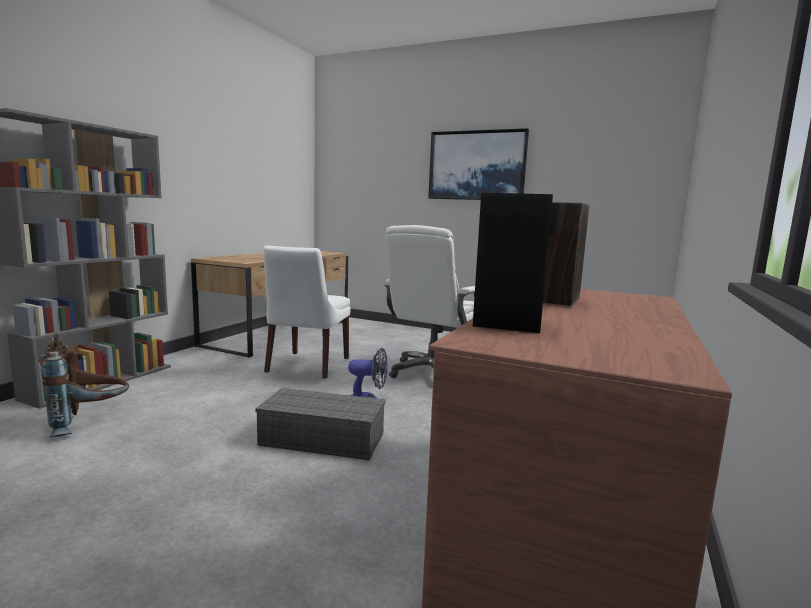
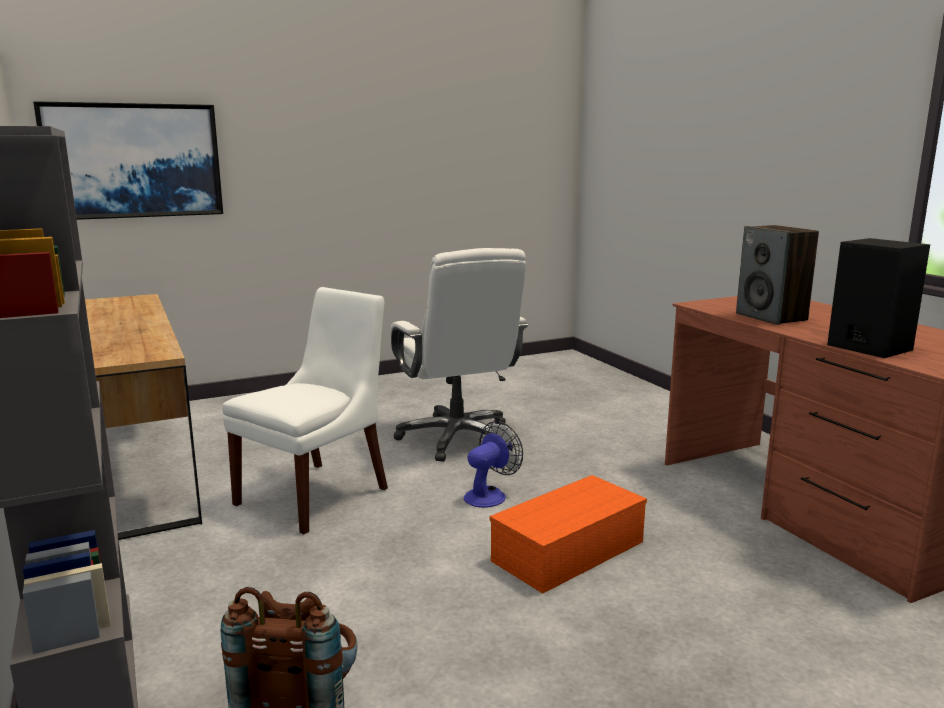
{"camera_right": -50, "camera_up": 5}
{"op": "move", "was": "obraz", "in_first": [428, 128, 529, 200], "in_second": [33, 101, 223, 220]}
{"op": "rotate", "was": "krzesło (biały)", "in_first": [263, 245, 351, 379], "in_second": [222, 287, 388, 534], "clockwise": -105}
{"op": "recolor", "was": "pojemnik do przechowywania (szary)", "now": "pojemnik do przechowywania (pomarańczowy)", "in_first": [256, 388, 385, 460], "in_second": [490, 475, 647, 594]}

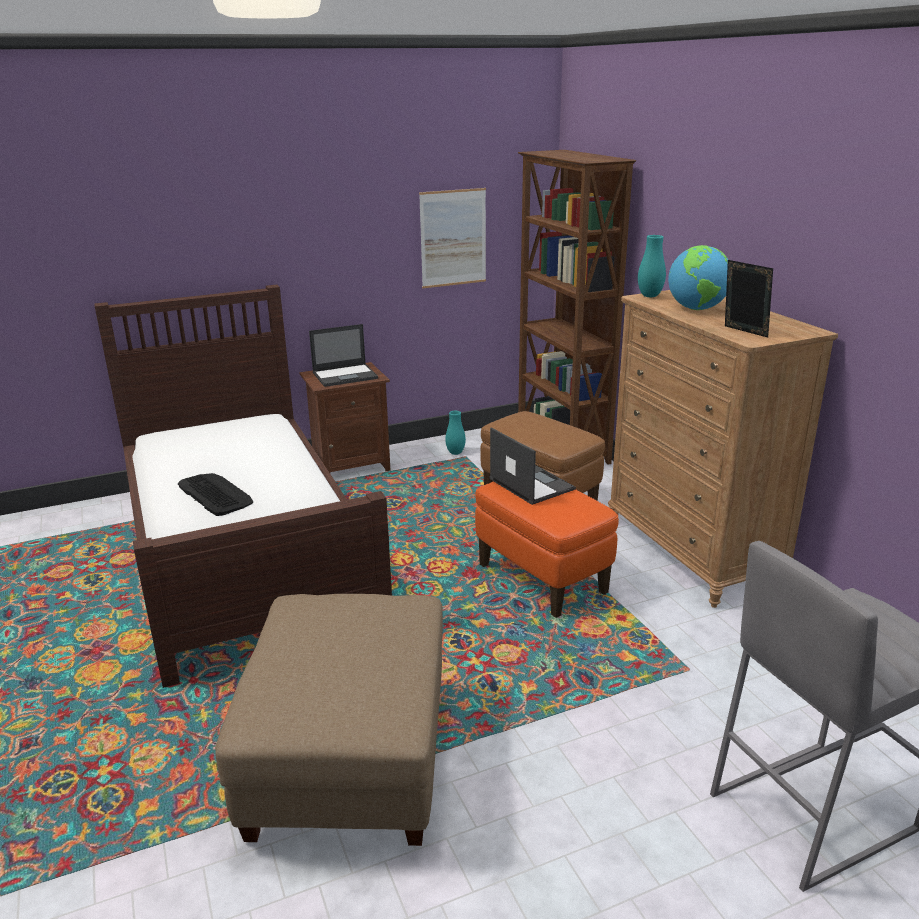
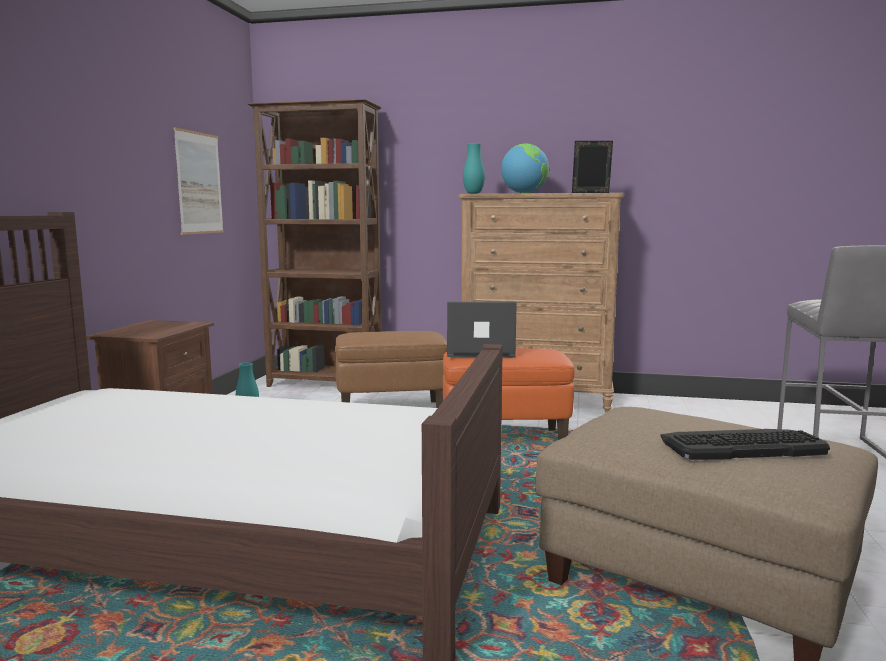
{"camera_right": -55, "camera_up": -15}
{"op": "move", "was": "klawiatura", "in_first": [178, 473, 253, 516], "in_second": [661, 429, 830, 460]}
{"op": "delete", "was": "laptop", "in_first": [309, 324, 378, 387]}

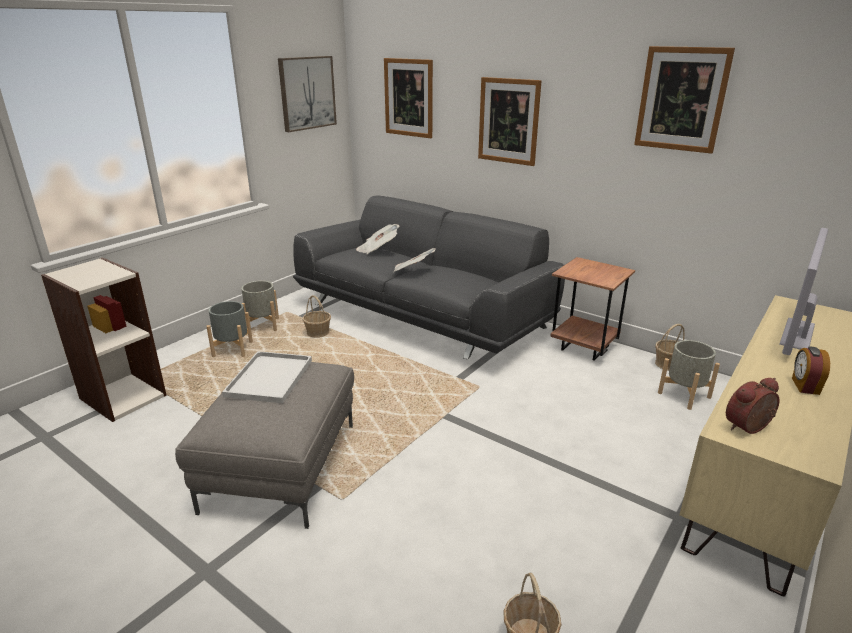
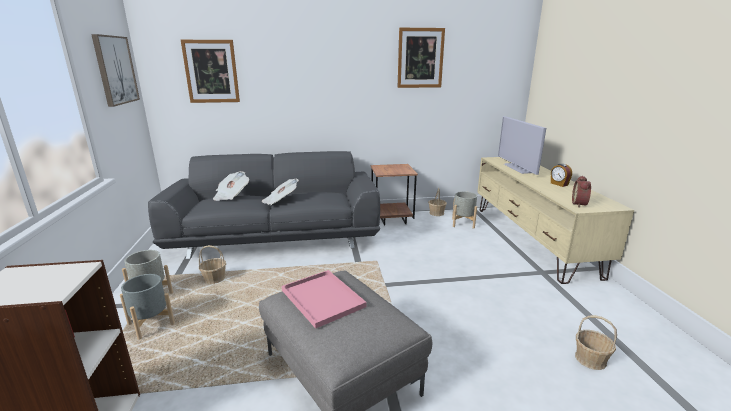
{"camera_right": -45, "camera_up": -5}
{"op": "recolor", "was": "taca (biały)", "now": "taca (różowy)", "in_first": [222, 351, 312, 403], "in_second": [282, 270, 367, 329]}
{"op": "delete", "was": "obraz", "in_first": [478, 77, 542, 166]}

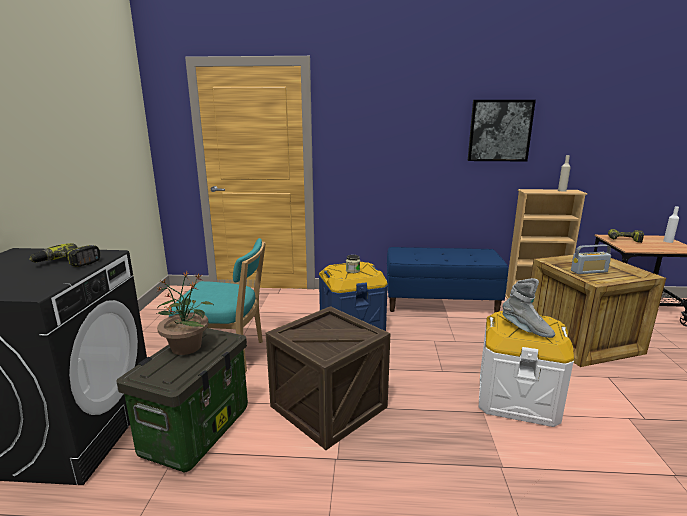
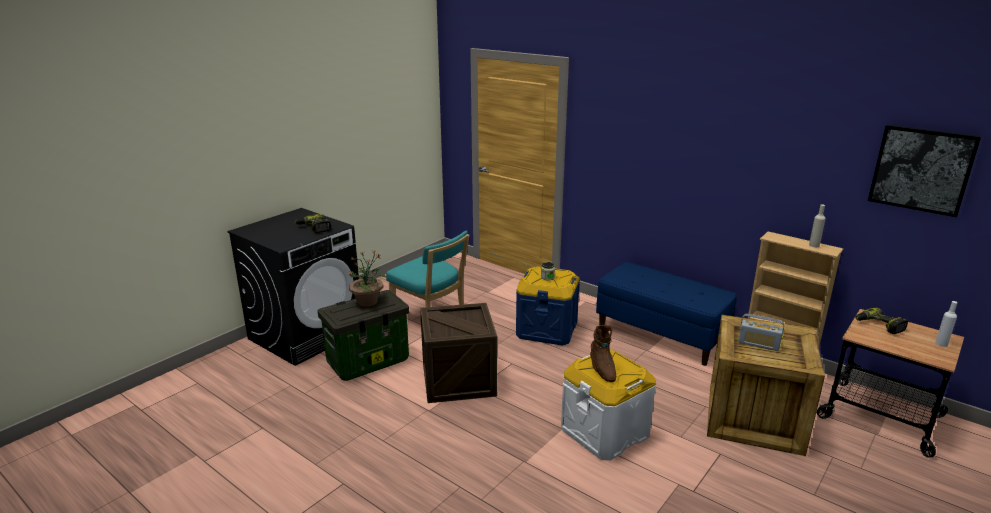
{"camera_right": 35, "camera_up": 5}
{"op": "recolor", "was": "but z cholewką (szary)", "now": "but z cholewką (brązowy)", "in_first": [503, 278, 555, 338], "in_second": [590, 325, 616, 382]}
{"op": "move", "was": "obraz", "in_first": [468, 100, 536, 161], "in_second": [868, 125, 981, 217]}

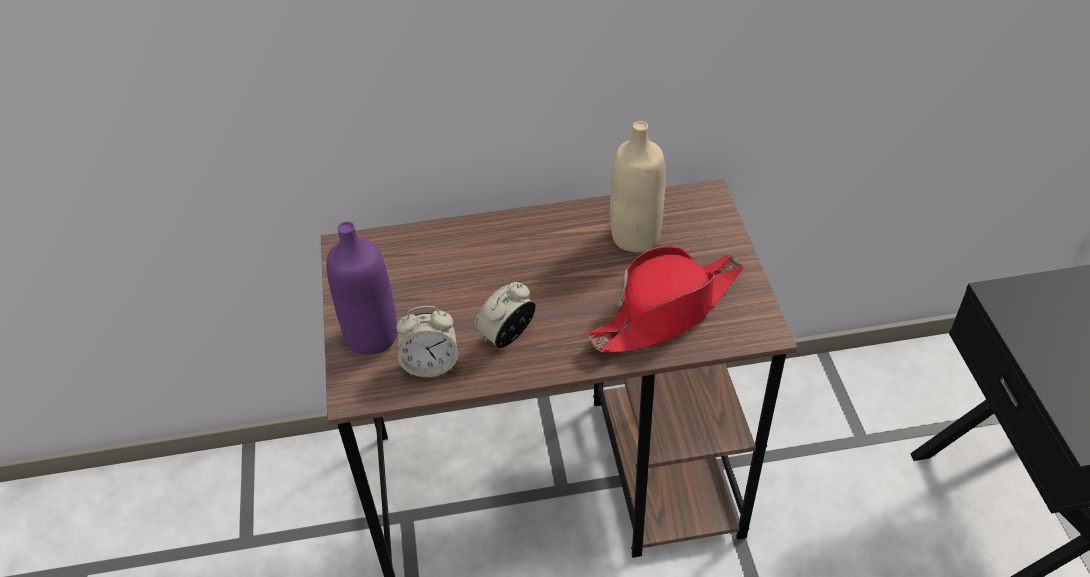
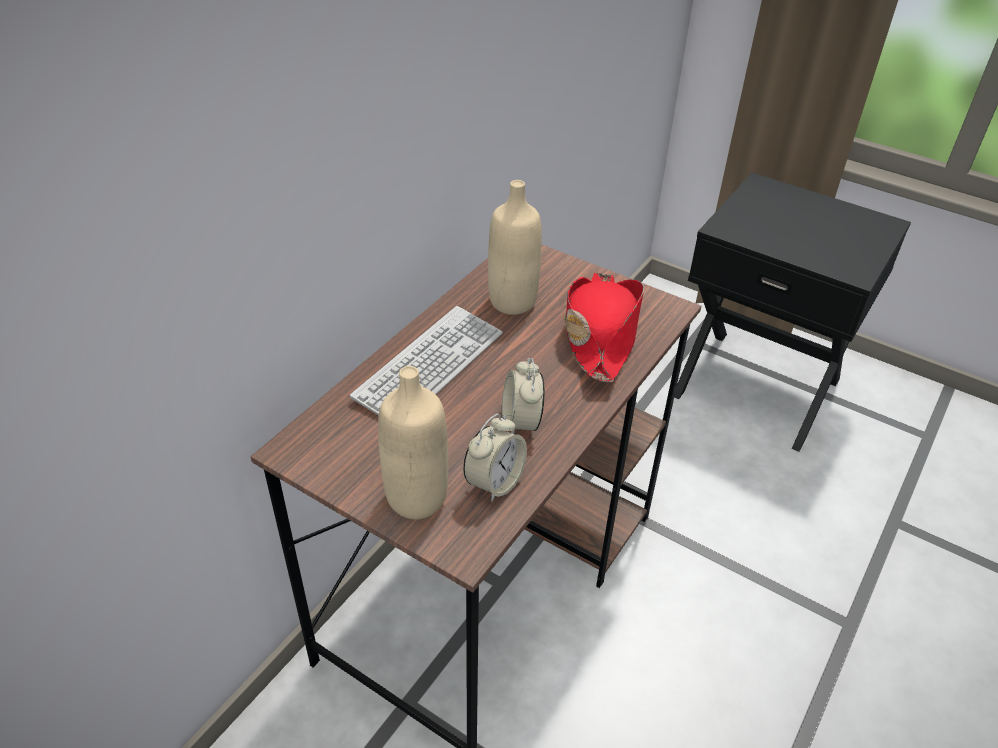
{"camera_right": -50, "camera_up": -5}
{"op": "insert", "now": "klawiatura", "in_second": [350, 306, 502, 415]}
{"op": "recolor", "was": "butelka (fioletowy)", "now": "butelka (beżowy)", "in_first": [327, 222, 397, 355], "in_second": [378, 366, 448, 519]}

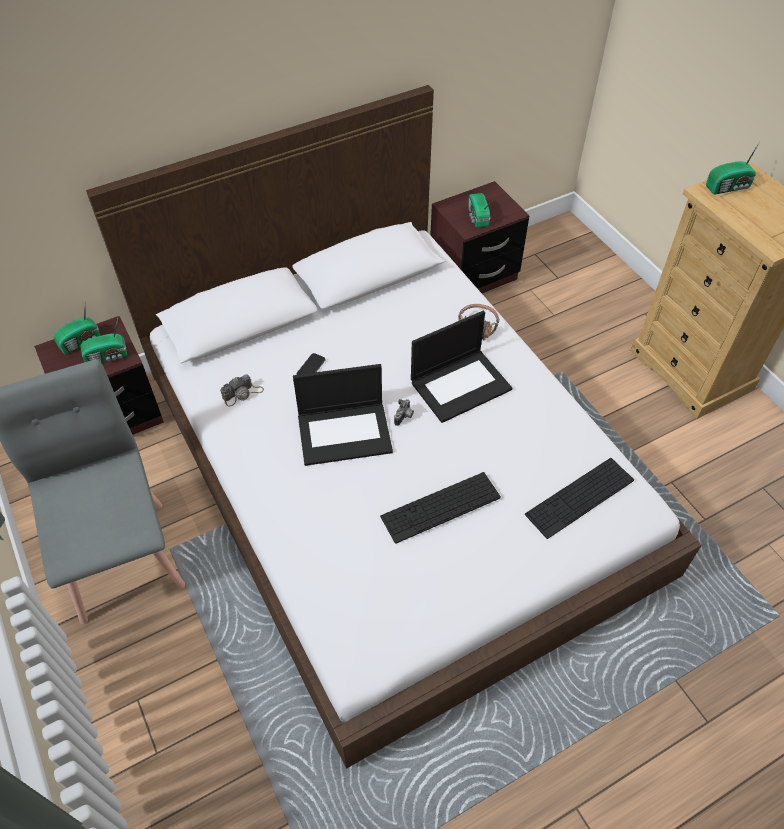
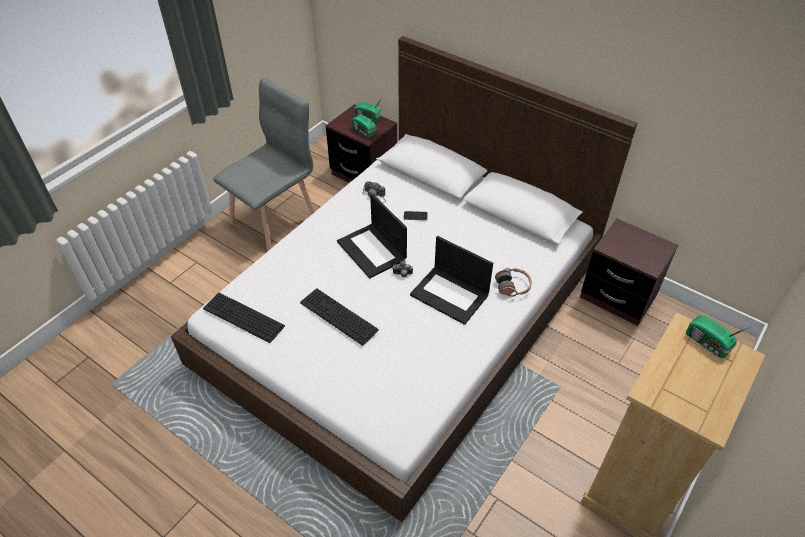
{"camera_right": 65, "camera_up": -5}
{"op": "move", "was": "klawiatura", "in_first": [525, 458, 634, 539], "in_second": [203, 293, 285, 343]}
{"op": "delete", "was": "radio", "in_first": [468, 193, 493, 228]}

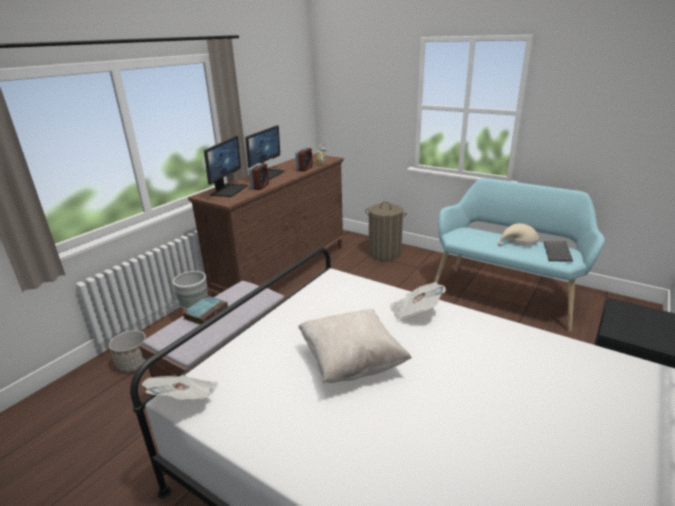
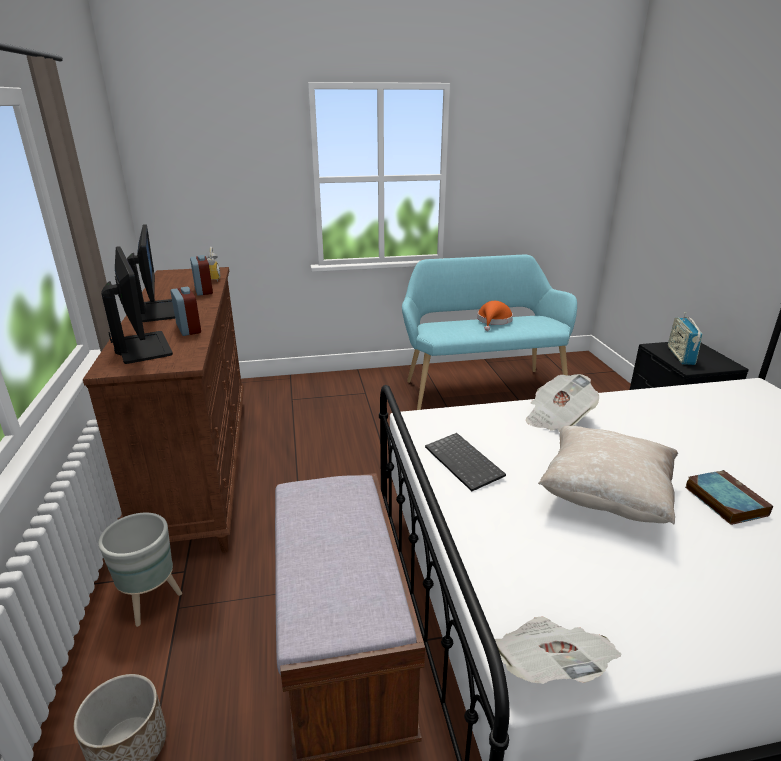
{"camera_right": -45, "camera_up": 0}
{"op": "move", "was": "klawiatura", "in_first": [544, 241, 573, 262], "in_second": [425, 433, 506, 491]}
{"op": "recolor", "was": "kapelusz (beżowy)", "now": "kapelusz (pomarańczowy)", "in_first": [498, 223, 539, 246], "in_second": [477, 301, 513, 331]}
{"op": "insert", "now": "radio", "in_second": [668, 312, 703, 365]}
{"op": "move", "was": "książka", "in_first": [182, 295, 228, 325], "in_second": [685, 470, 773, 525]}
{"op": "delete", "was": "kosz na pranie", "in_first": [365, 202, 407, 261]}

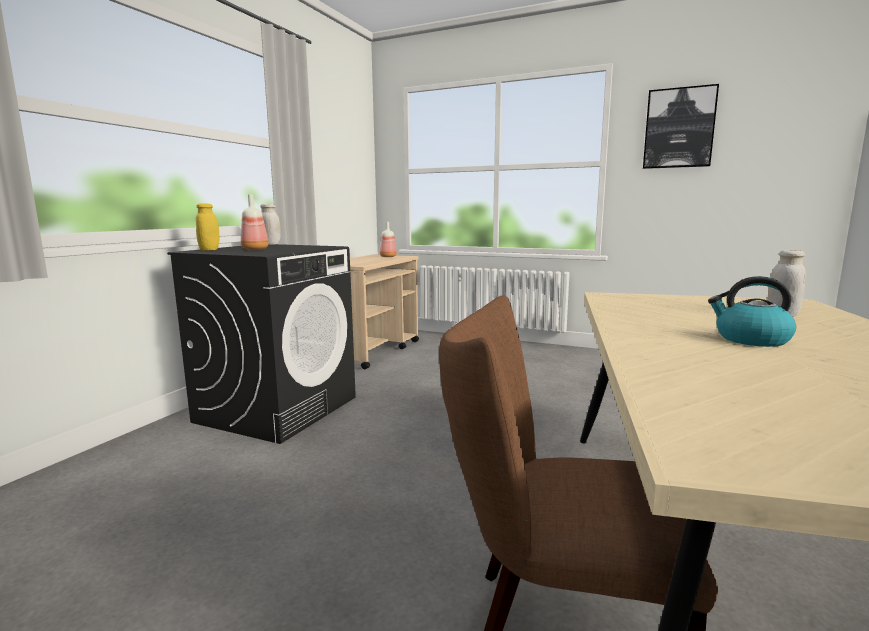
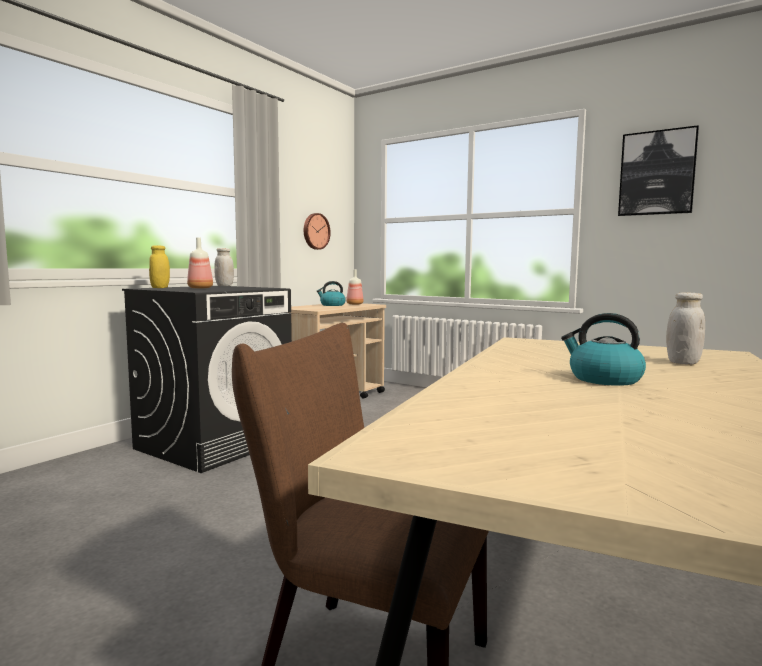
{"camera_right": 10, "camera_up": -5}
{"op": "insert", "now": "zegar ścienny", "in_second": [304, 213, 331, 250]}
{"op": "insert", "now": "czajnik", "in_second": [316, 281, 346, 306]}

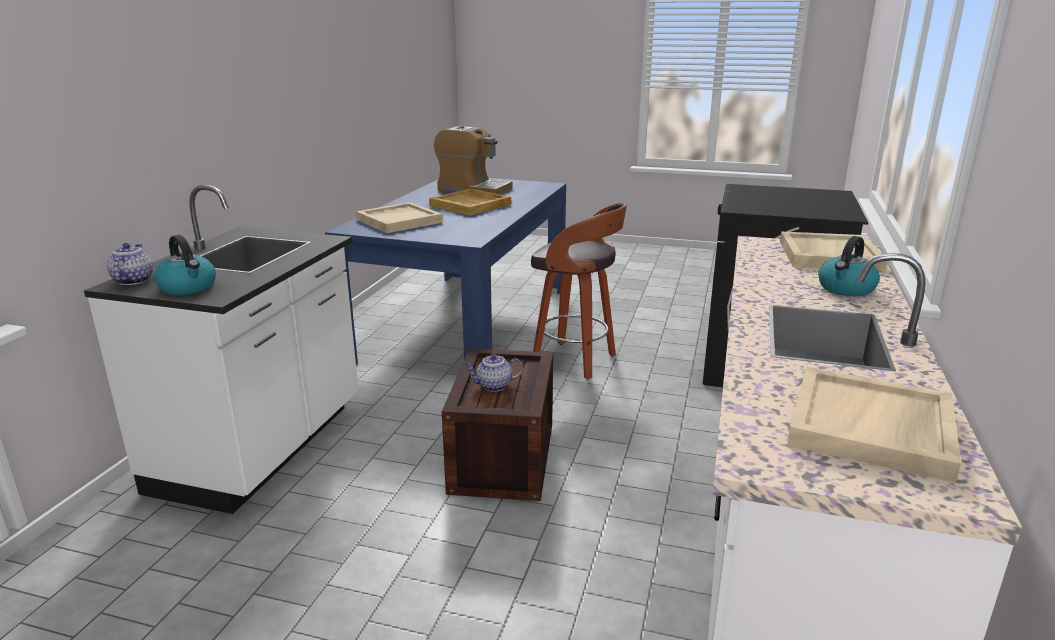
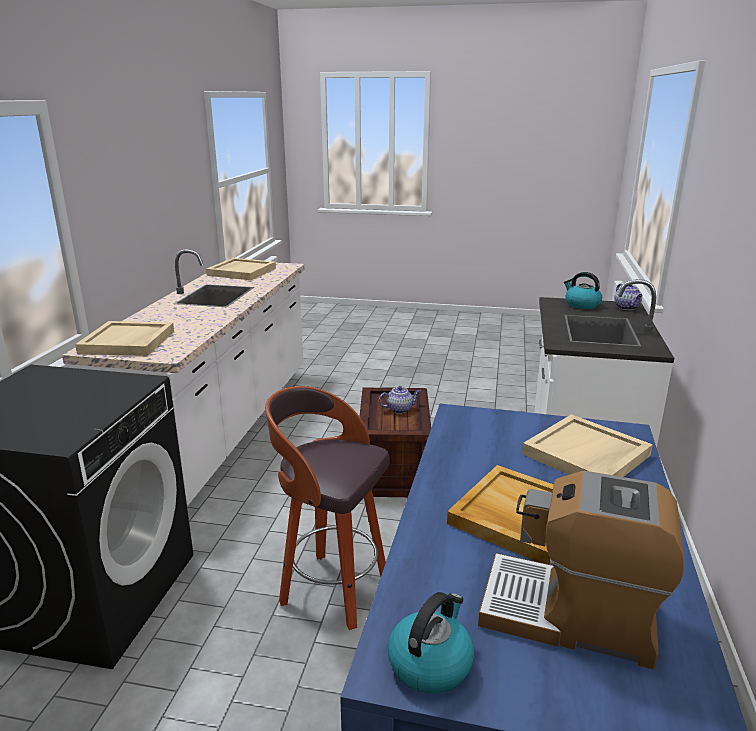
{"camera_right": 175, "camera_up": 0}
{"op": "move", "was": "czajnik", "in_first": [818, 236, 880, 296], "in_second": [388, 592, 474, 694]}

